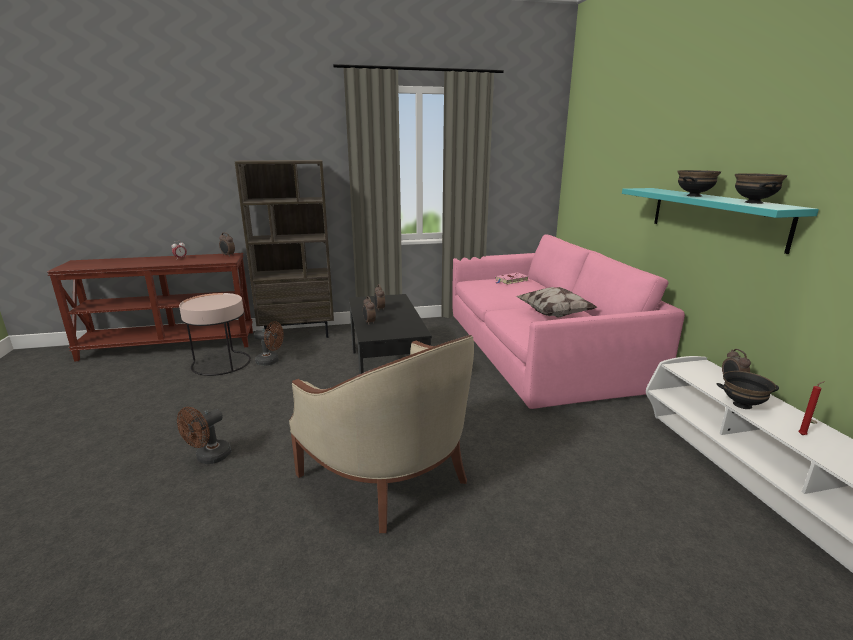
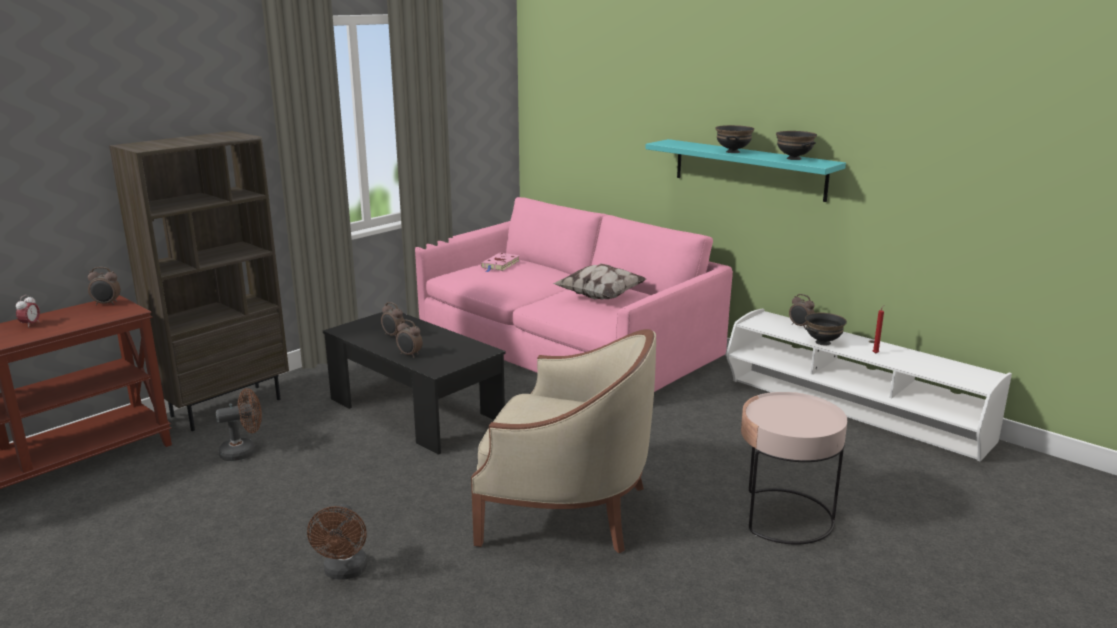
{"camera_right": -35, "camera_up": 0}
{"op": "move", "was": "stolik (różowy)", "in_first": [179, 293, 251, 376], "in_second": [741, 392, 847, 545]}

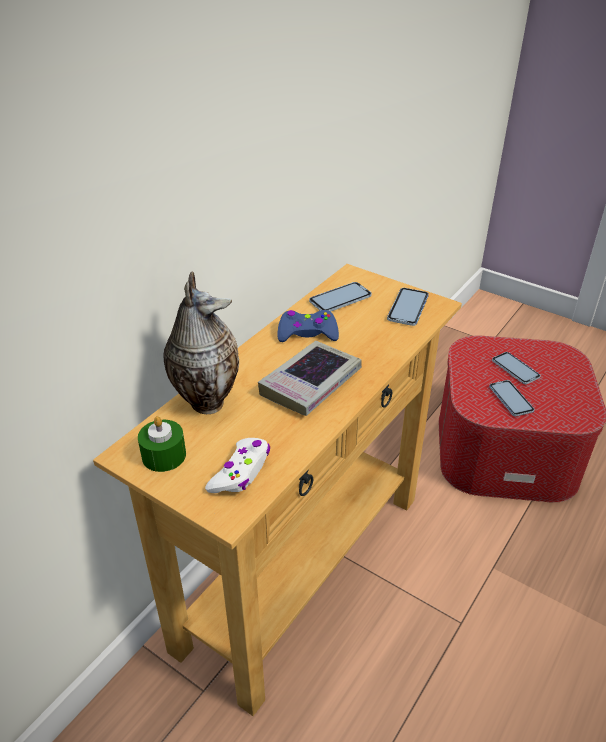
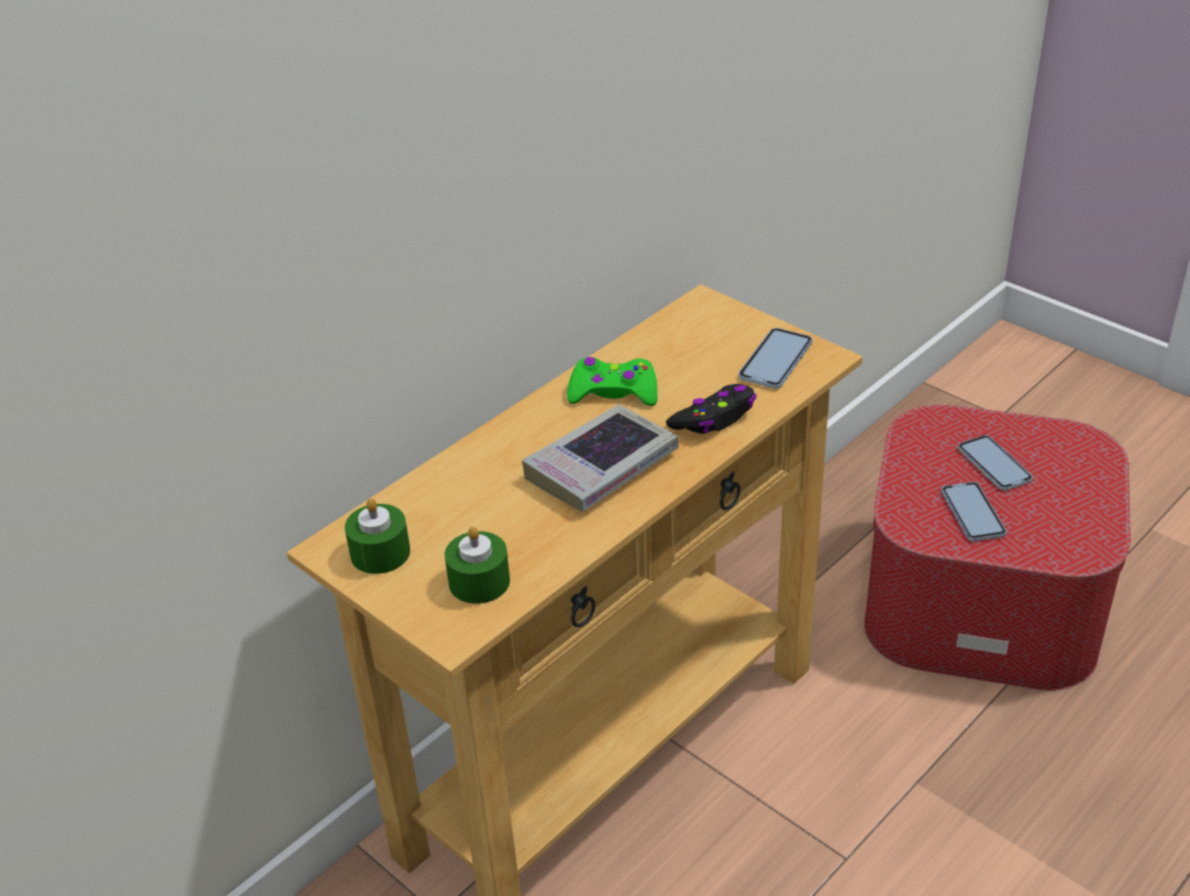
{"camera_right": 10, "camera_up": 0}
{"op": "replace", "was": "pad do gier (biały)", "now": "świeca (zielony)", "in_first": [205, 438, 270, 493], "in_second": [445, 526, 510, 604]}
{"op": "recolor", "was": "pad do gier (niebieski)", "now": "pad do gier (zielony)", "in_first": [277, 310, 339, 342], "in_second": [567, 357, 658, 406]}
{"op": "insert", "now": "pad do gier (czarny)", "in_second": [666, 384, 757, 434]}
{"op": "delete", "was": "wazon", "in_first": [164, 271, 239, 414]}
{"op": "delete", "was": "telefon", "in_first": [309, 282, 372, 311]}

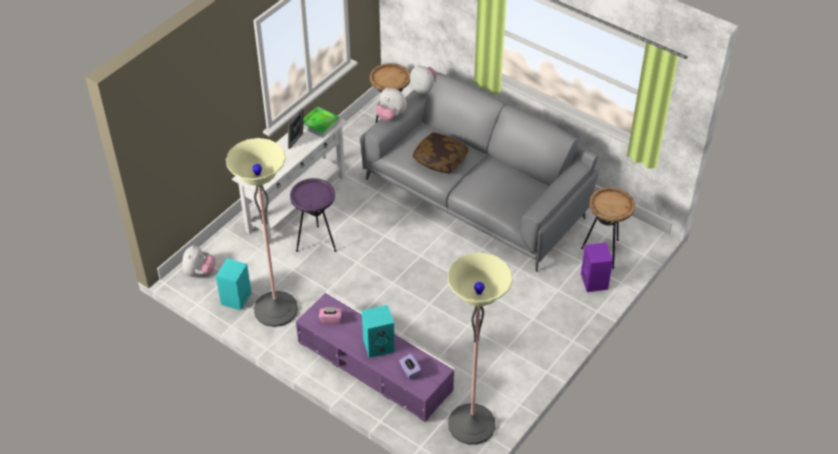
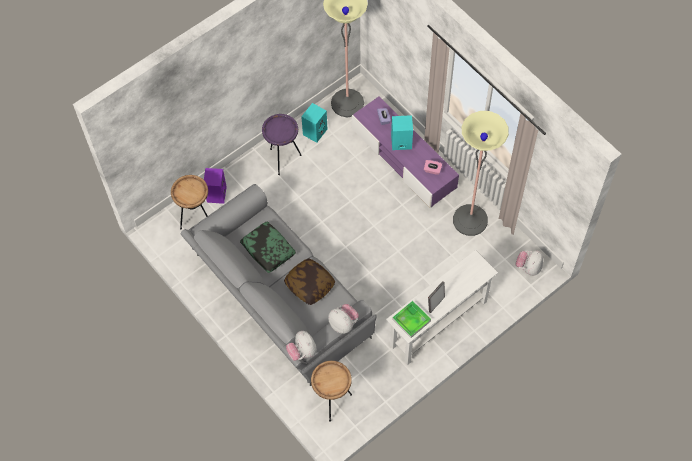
{"camera_right": -165, "camera_up": 15}
{"op": "insert", "now": "poduszka", "in_second": [240, 222, 296, 273]}
{"op": "move", "was": "stolik (fioletowy)", "in_first": [290, 178, 337, 252], "in_second": [262, 114, 302, 175]}
{"op": "move", "was": "głośnik (turkusowy)", "in_first": [216, 258, 252, 311], "in_second": [301, 103, 327, 143]}

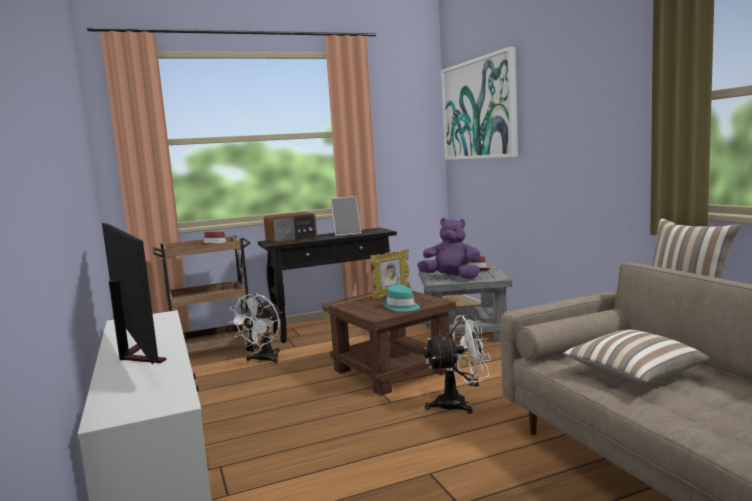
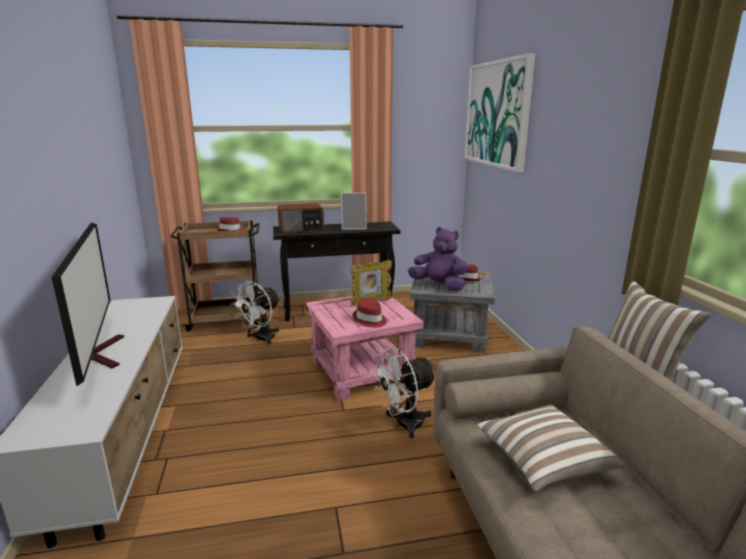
{"camera_right": 10, "camera_up": 10}
{"op": "recolor", "was": "stolik (brązowy)", "now": "stolik (różowy)", "in_first": [322, 291, 456, 396], "in_second": [305, 296, 424, 401]}
{"op": "recolor", "was": "kapelusz (turkusowy)", "now": "kapelusz (czerwony)", "in_first": [383, 285, 420, 311], "in_second": [353, 298, 387, 327]}
{"op": "rotate", "was": "wentylator (biały)", "in_first": [424, 314, 491, 414], "in_second": [370, 347, 435, 438], "clockwise": 150}

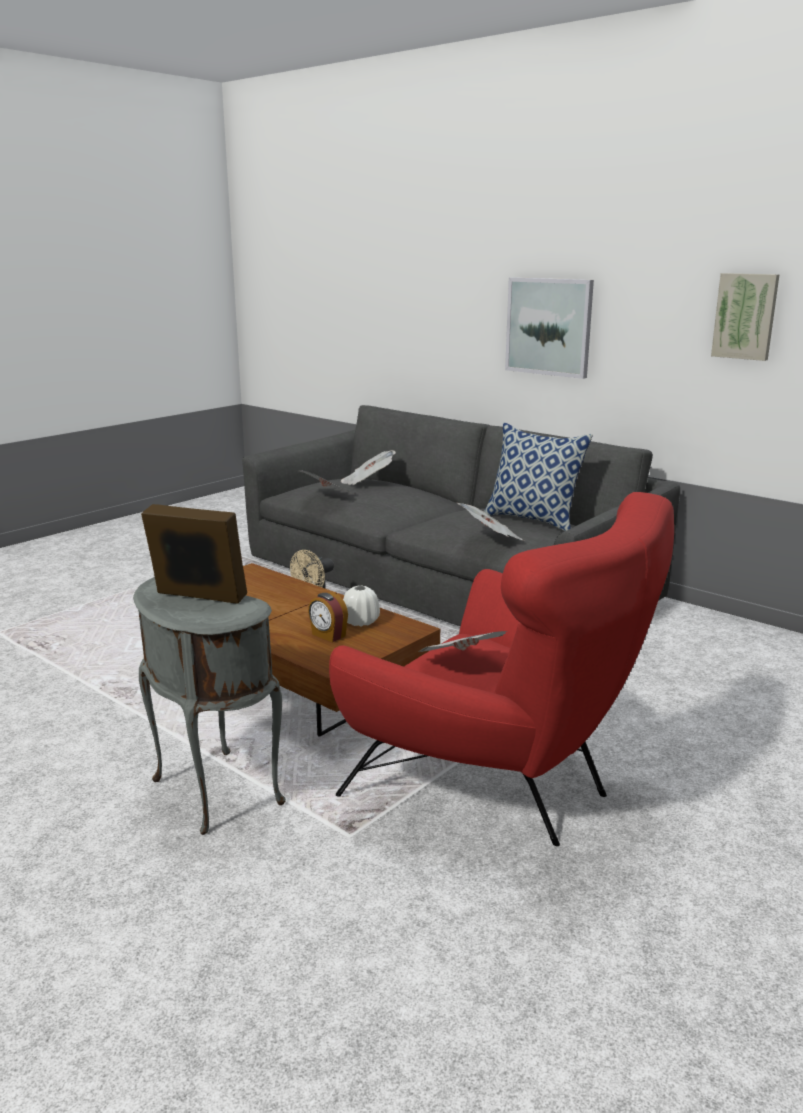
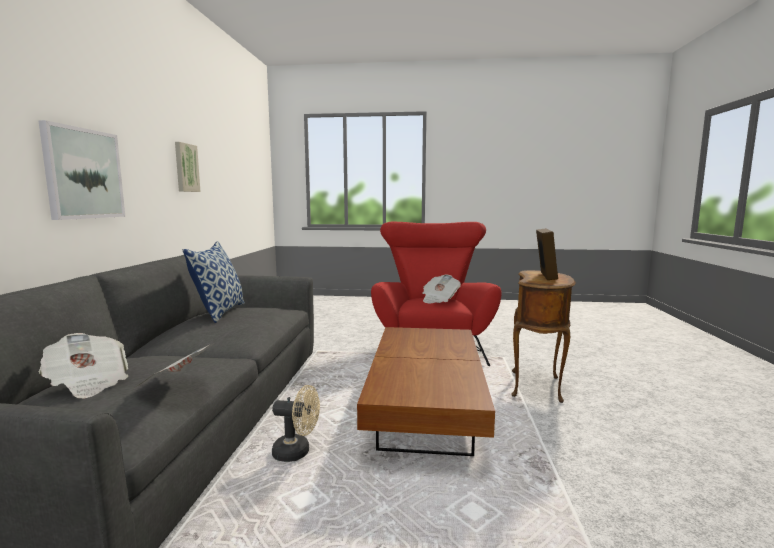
{"camera_right": -125, "camera_up": -10}
{"op": "recolor", "was": "stolik (szary)", "now": "stolik (brązowy)", "in_first": [133, 577, 286, 835], "in_second": [511, 270, 576, 403]}
{"op": "rotate", "was": "ramka na zdjęcie", "in_first": [141, 504, 247, 604], "in_second": [536, 228, 558, 280], "clockwise": -150}
{"op": "delete", "was": "budzik", "in_first": [308, 592, 348, 642]}
{"op": "delete", "was": "wazon (biały)", "in_first": [343, 585, 380, 627]}
{"op": "delete", "was": "gazeta", "in_first": [458, 503, 523, 540]}

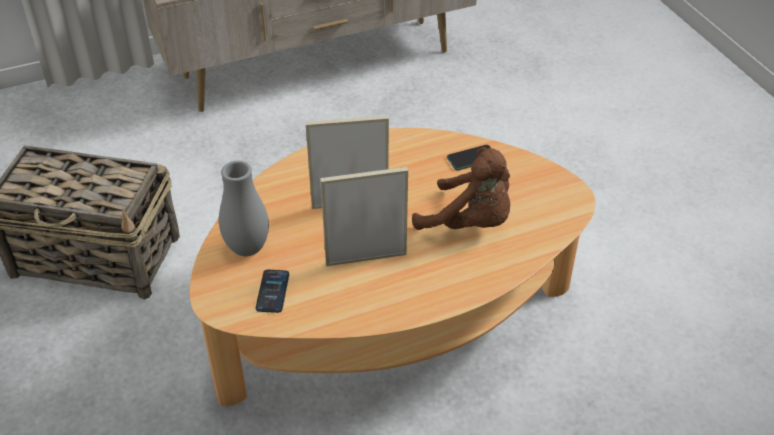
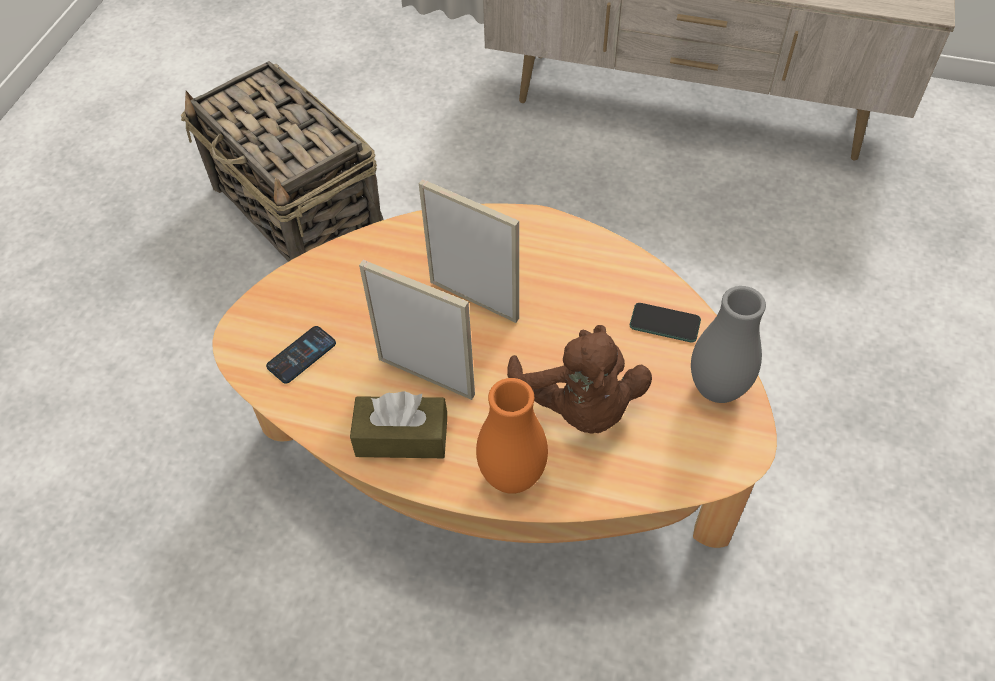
{"camera_right": 40, "camera_up": 10}
{"op": "insert", "now": "pudełko chusteczek (brązowy)", "in_second": [350, 391, 447, 458]}
{"op": "insert", "now": "wazon (pomarańczowy)", "in_second": [476, 378, 548, 494]}
{"op": "move", "was": "wazon (szary)", "in_first": [219, 161, 269, 256], "in_second": [691, 286, 766, 403]}

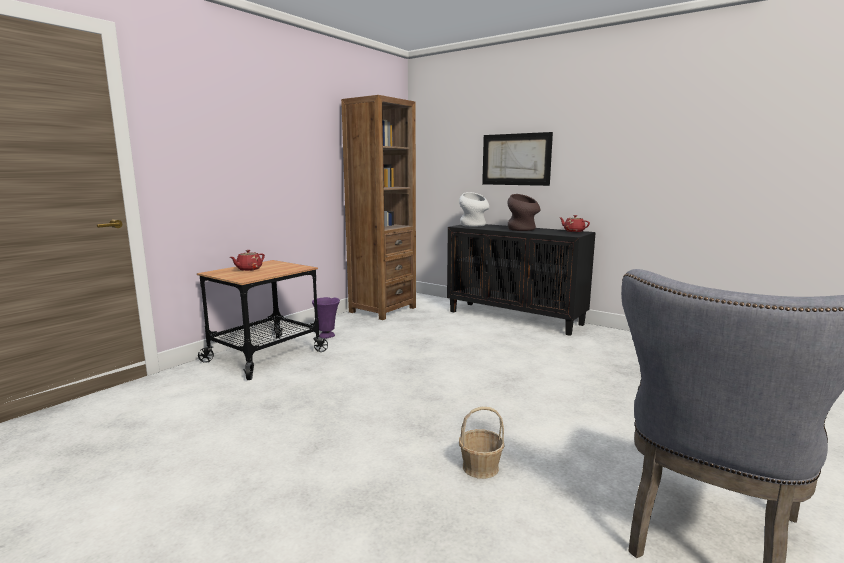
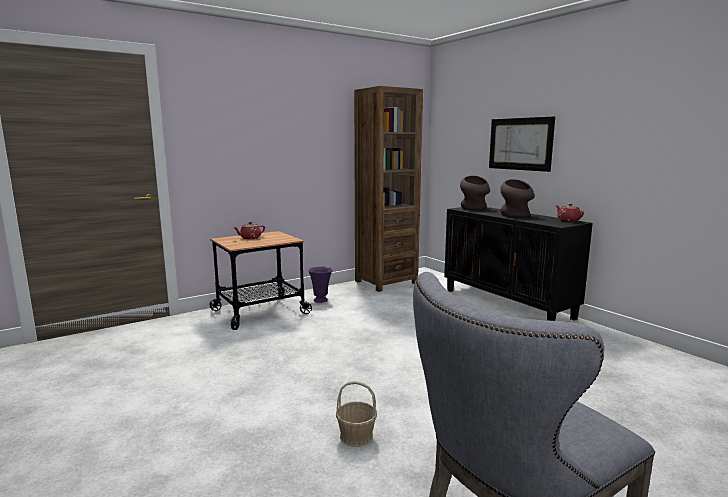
{"camera_right": 20, "camera_up": 0}
{"op": "recolor", "was": "wazon (biały)", "now": "wazon (brązowy)", "in_first": [459, 192, 490, 227], "in_second": [460, 176, 490, 210]}

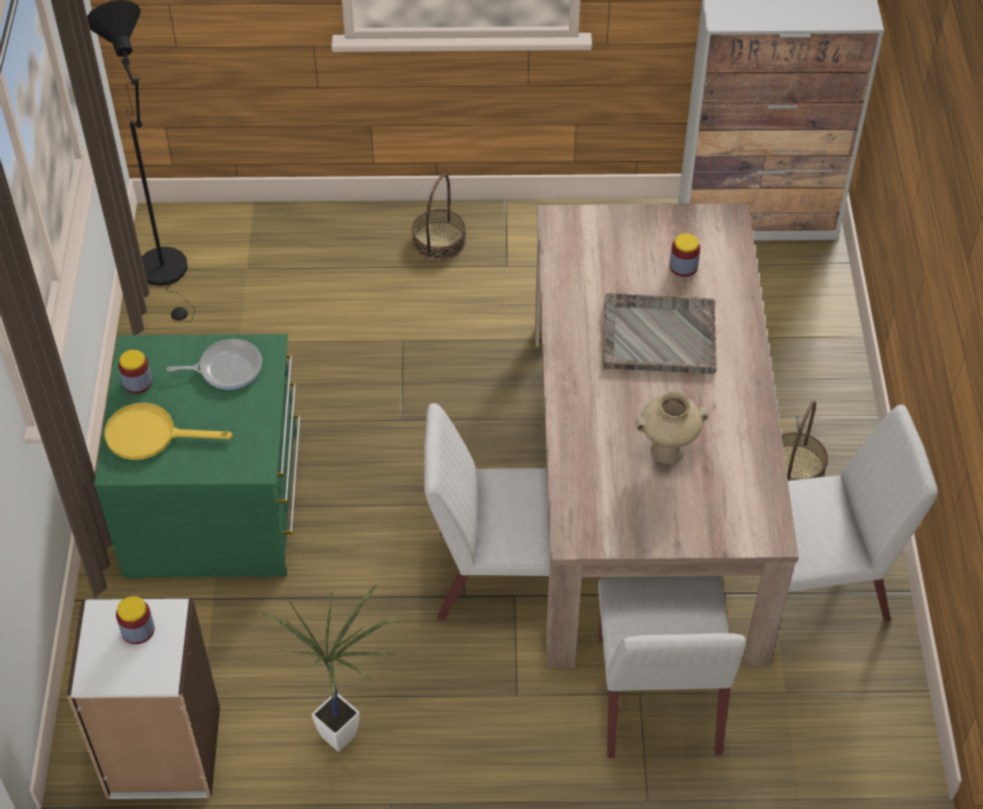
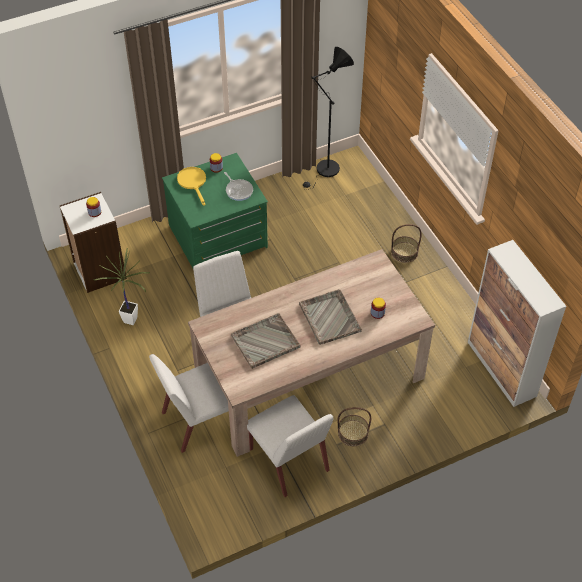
{"camera_right": 65, "camera_up": 0}
{"op": "replace", "was": "wazon (beżowy)", "now": "taca (szary)", "in_first": [636, 391, 708, 464], "in_second": [231, 313, 301, 369]}

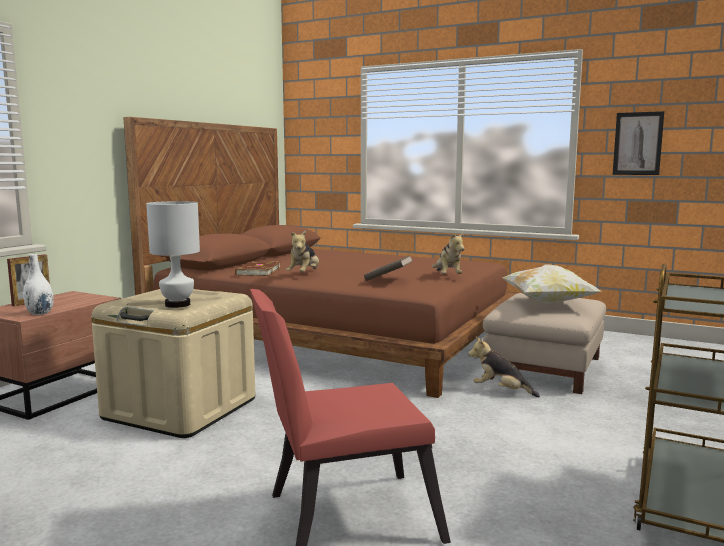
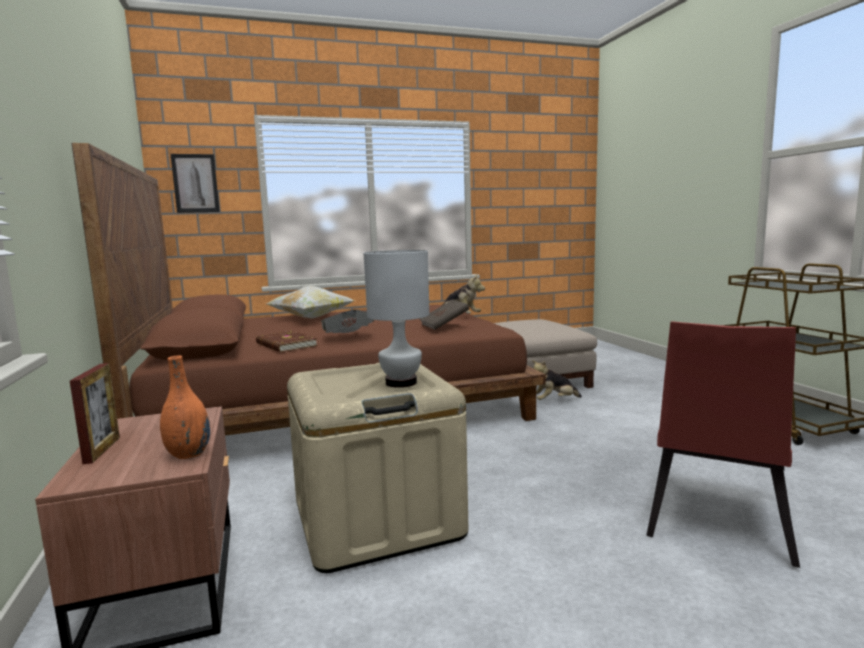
{"camera_right": -45, "camera_up": 0}
{"op": "recolor", "was": "wazon (biały)", "now": "wazon (pomarańczowy)", "in_first": [23, 254, 54, 315], "in_second": [160, 355, 210, 459]}
{"op": "move", "was": "obraz", "in_first": [613, 111, 664, 175], "in_second": [171, 154, 220, 213]}
{"op": "move", "was": "poduszka", "in_first": [501, 264, 602, 304], "in_second": [267, 286, 354, 319]}
{"op": "replace", "was": "pluszak", "now": "gazeta", "in_first": [286, 230, 319, 272], "in_second": [321, 310, 374, 333]}

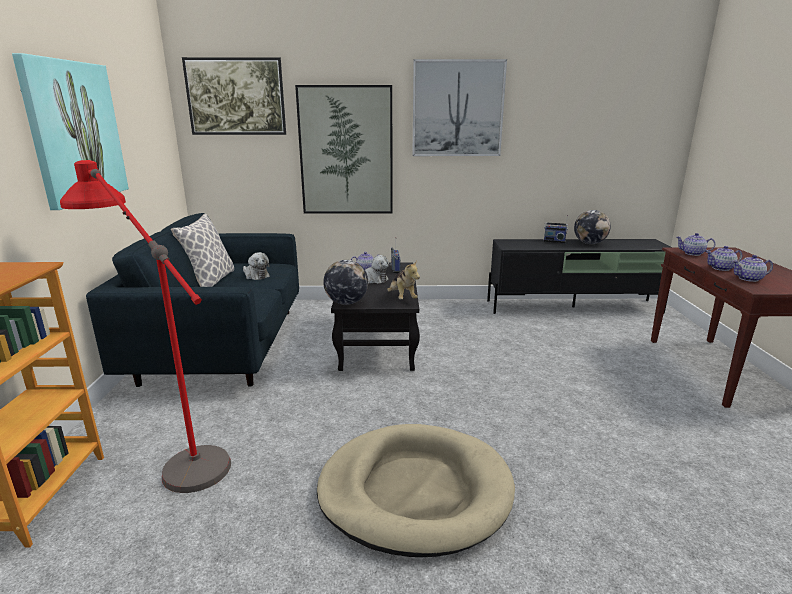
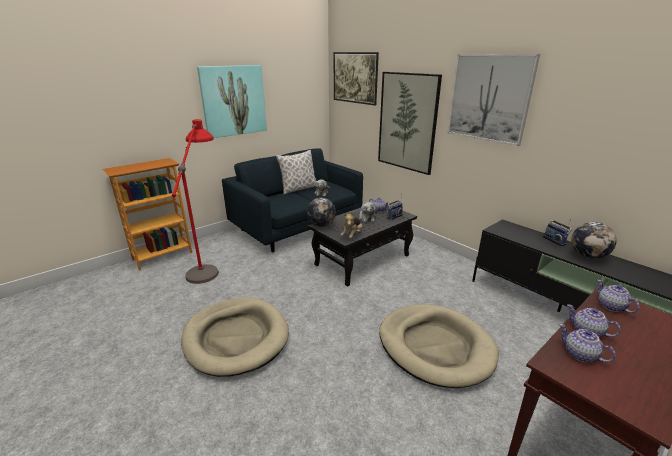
{"camera_right": 50, "camera_up": 5}
{"op": "insert", "now": "legowisko (beżowy)", "in_second": [379, 304, 499, 388]}

